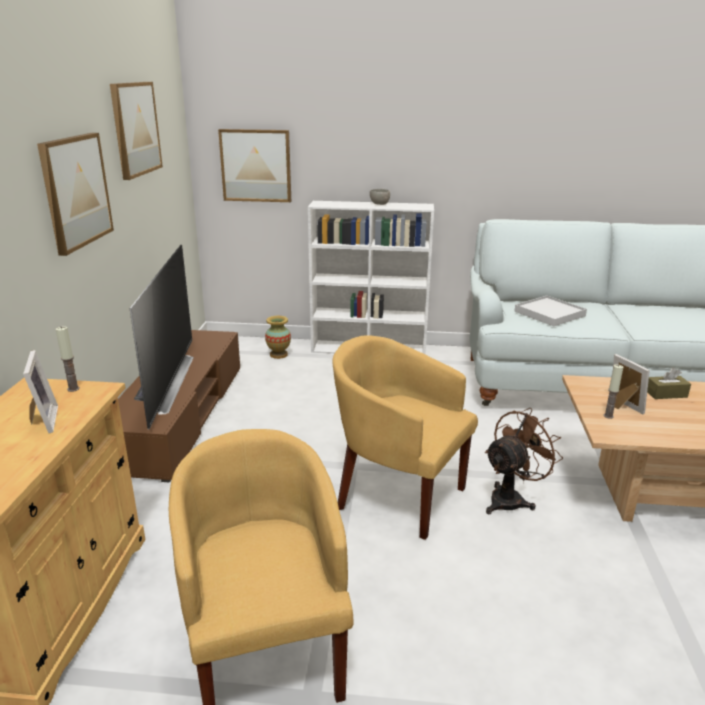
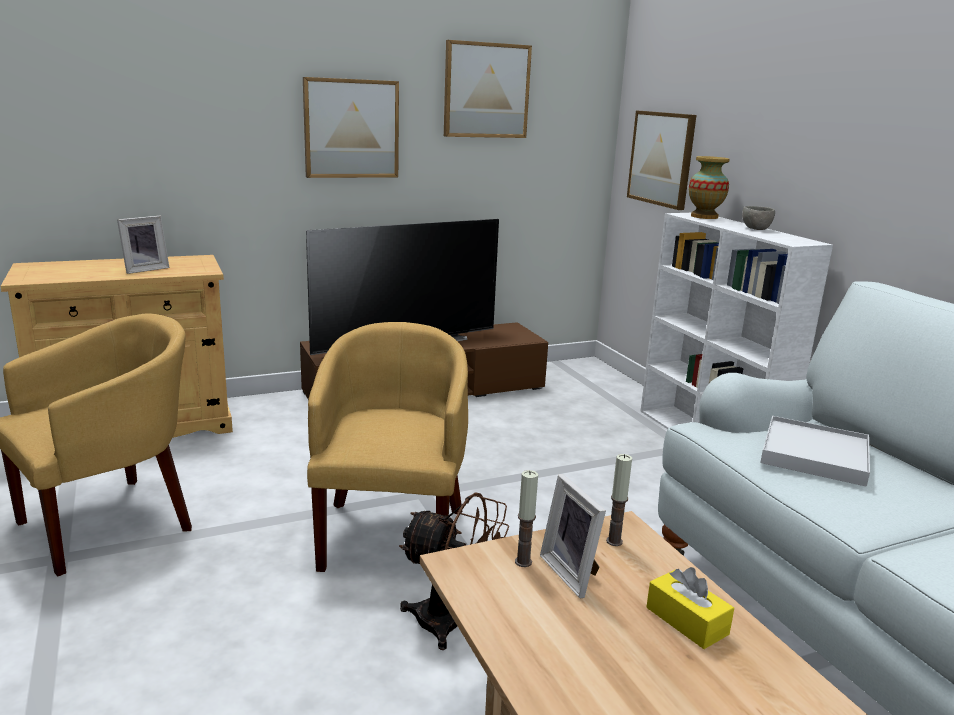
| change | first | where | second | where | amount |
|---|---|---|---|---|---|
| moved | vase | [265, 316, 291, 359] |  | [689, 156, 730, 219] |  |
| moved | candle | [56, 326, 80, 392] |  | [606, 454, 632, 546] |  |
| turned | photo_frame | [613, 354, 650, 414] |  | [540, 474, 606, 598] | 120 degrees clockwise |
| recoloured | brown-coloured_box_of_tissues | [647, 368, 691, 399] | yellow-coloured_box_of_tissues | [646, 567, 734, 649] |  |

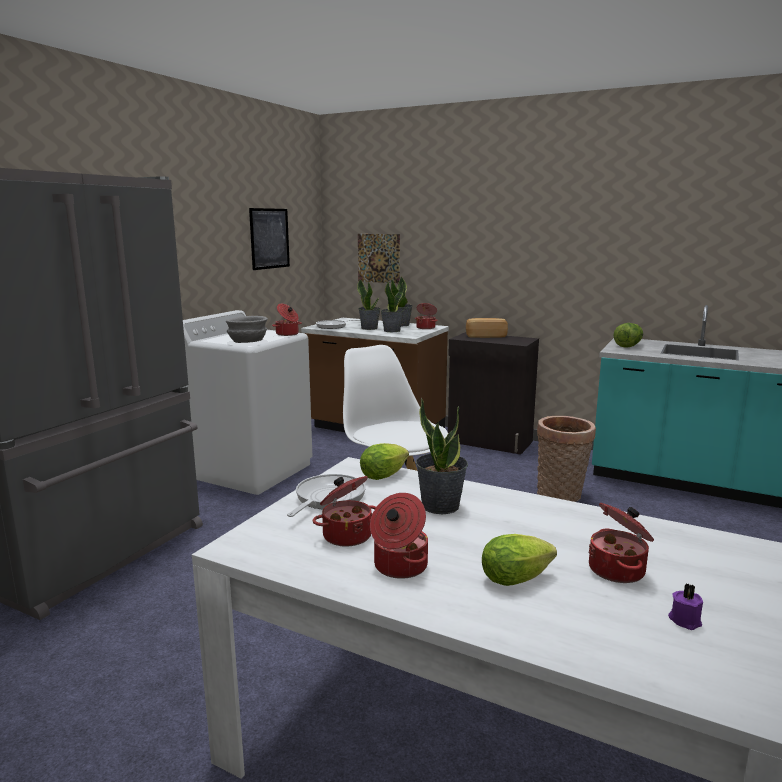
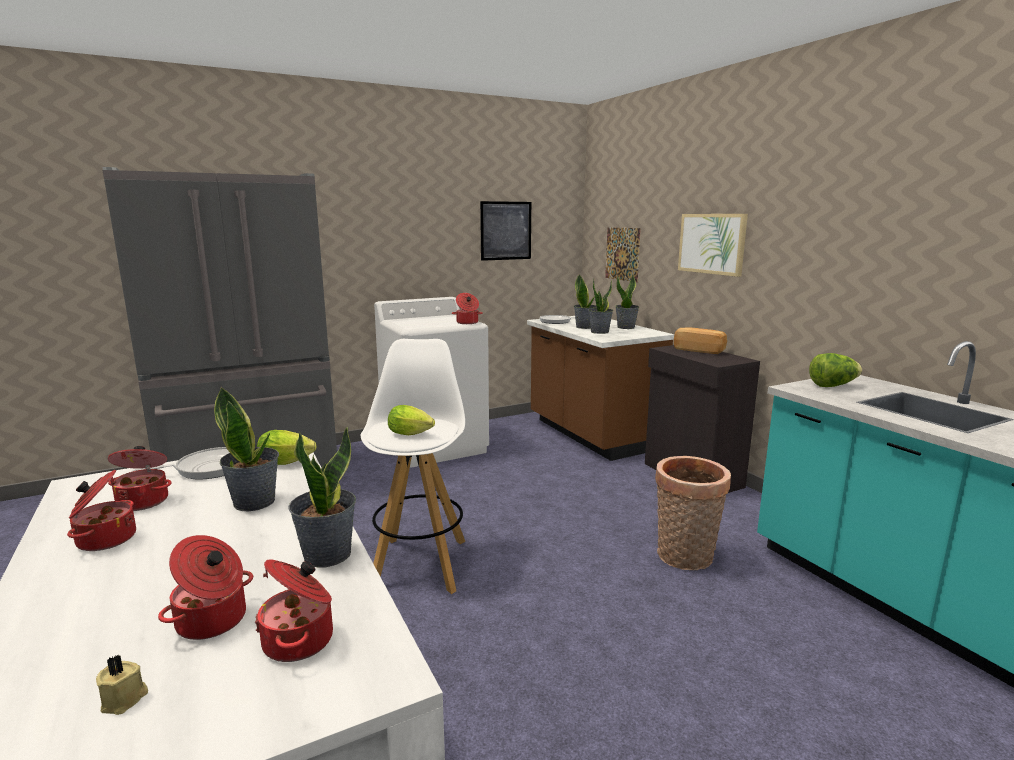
| change | first | where | second | where | amount |
|---|---|---|---|---|---|
| moved | stockpot | [415, 303, 438, 329] |  | [255, 559, 333, 662] |  |
| removed | greyish_serving_bowl | [226, 316, 268, 343] |  |  |  |
| moved | lettuce | [482, 534, 557, 586] |  | [388, 405, 435, 435] |  |
| recoloured | purple-coloured_candle | [668, 583, 703, 630] | sand-coloured_candle | [96, 655, 148, 715] |  |
| added |  |  | wall_art | [678, 214, 748, 277] |  |
| added |  |  | potted_plant | [288, 427, 356, 568] |  |

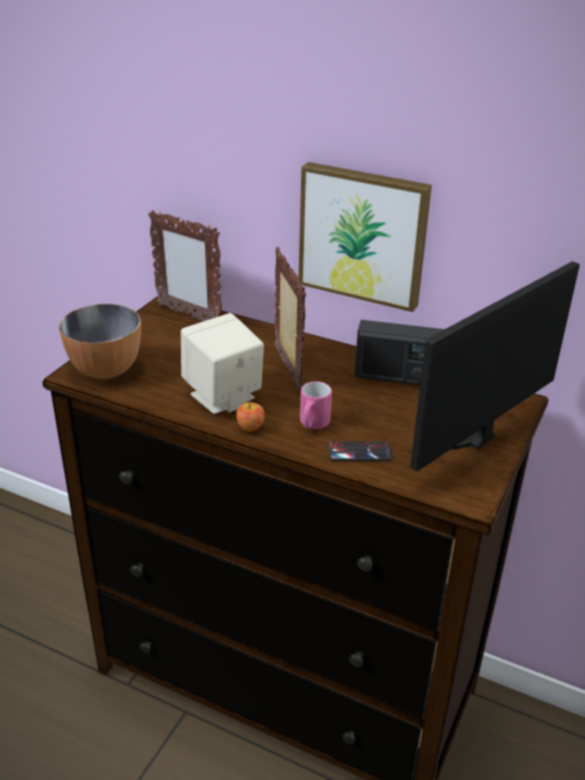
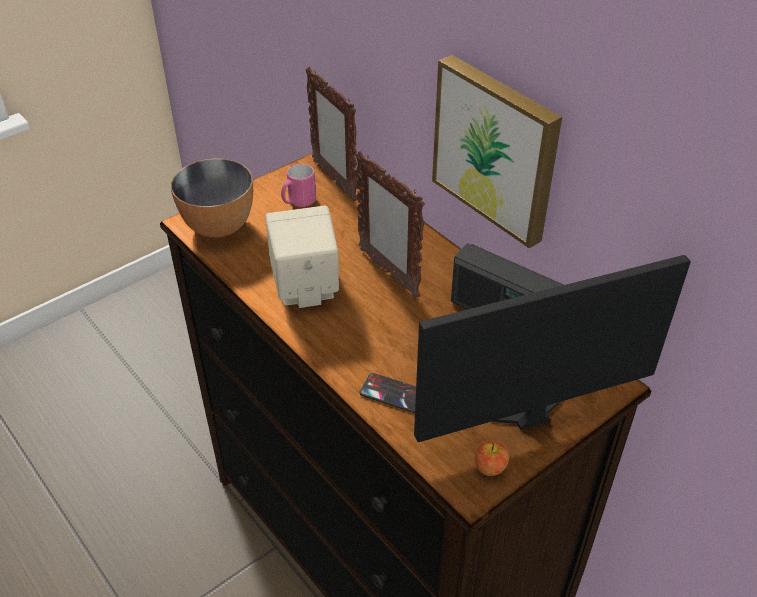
| change | first | where | second | where | amount |
|---|---|---|---|---|---|
| turned | photo_frame | [275, 247, 306, 391] |  | [355, 151, 425, 298] | 135 degrees clockwise |
| moved | pink-coloured_coffee_mug | [300, 381, 332, 429] |  | [281, 164, 316, 207] |  |
| moved | apple | [236, 400, 265, 431] |  | [475, 440, 509, 476] |  |

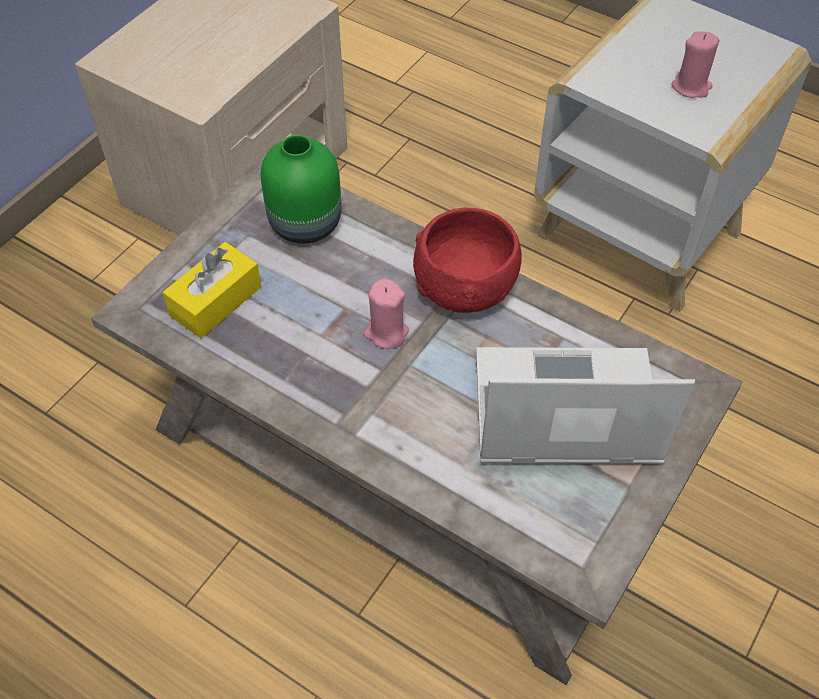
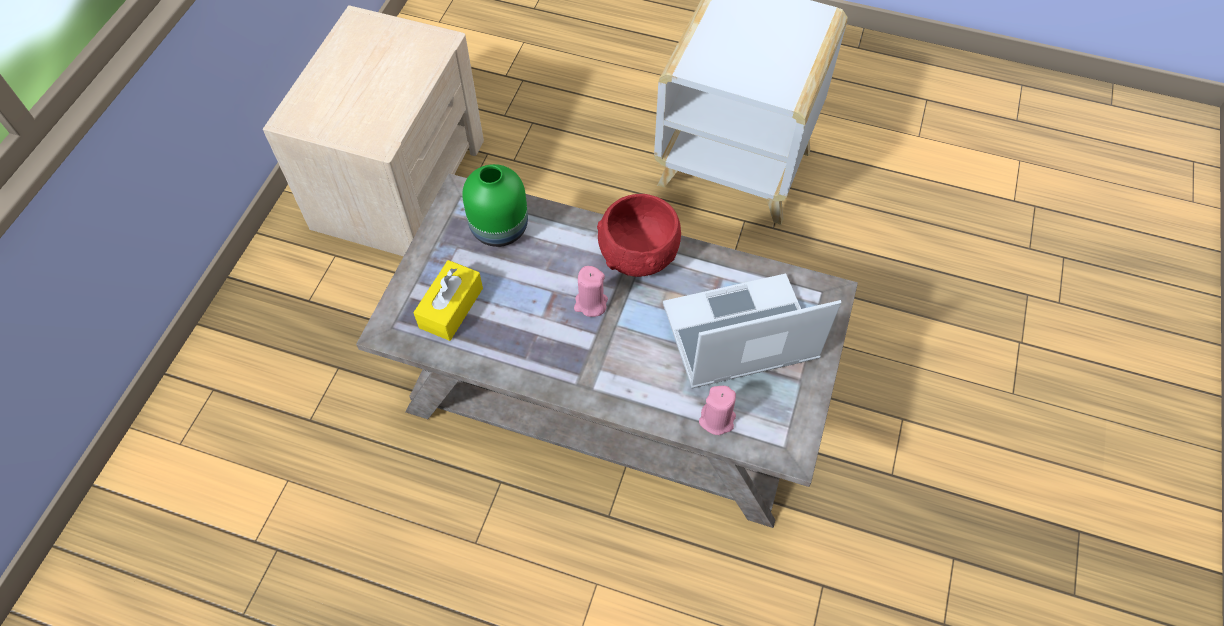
| change | first | where | second | where | amount |
|---|---|---|---|---|---|
| moved | pink-coloured_candle | [671, 32, 719, 98] |  | [699, 386, 736, 435] |  |

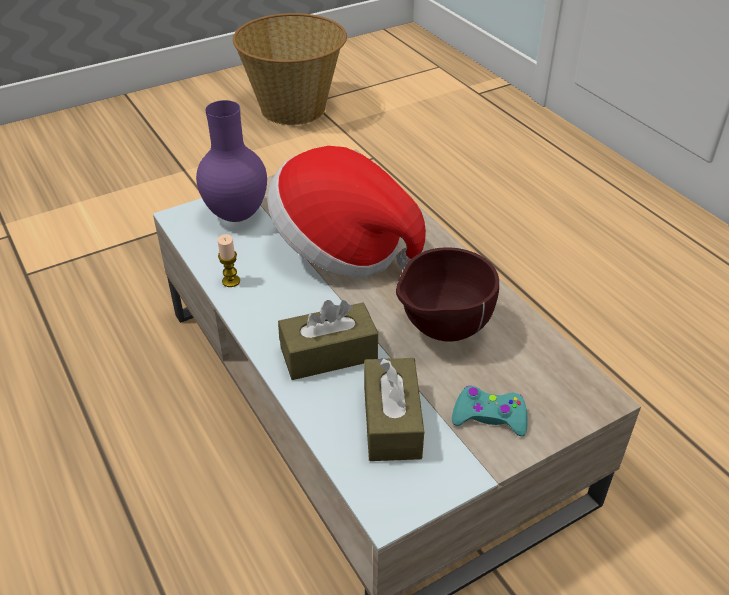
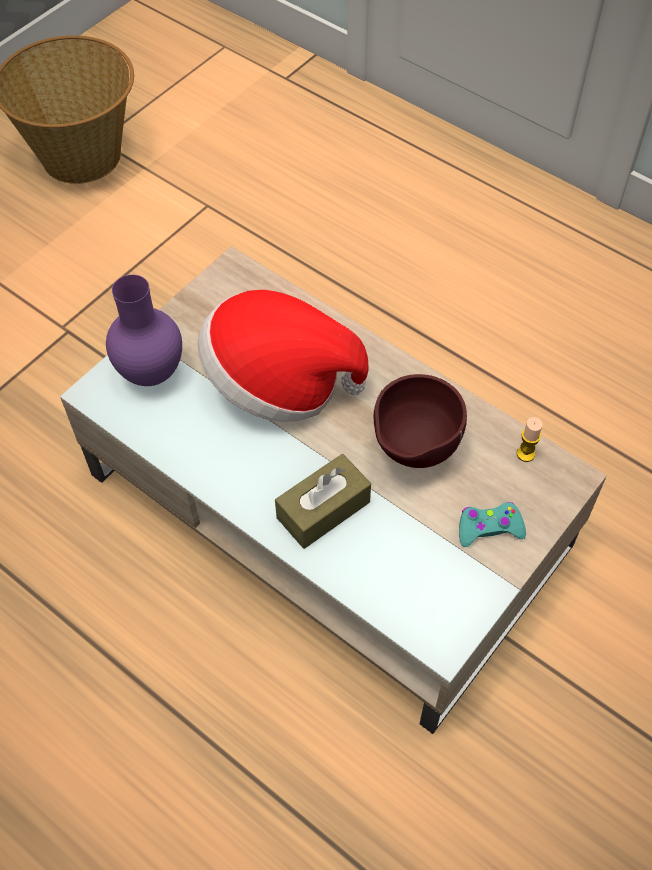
| change | first | where | second | where | amount |
|---|---|---|---|---|---|
| moved | candle | [217, 234, 240, 287] |  | [517, 417, 542, 462] |  |
| removed | brown-coloured_box_of_tissues | [364, 358, 424, 461] |  |  |  |

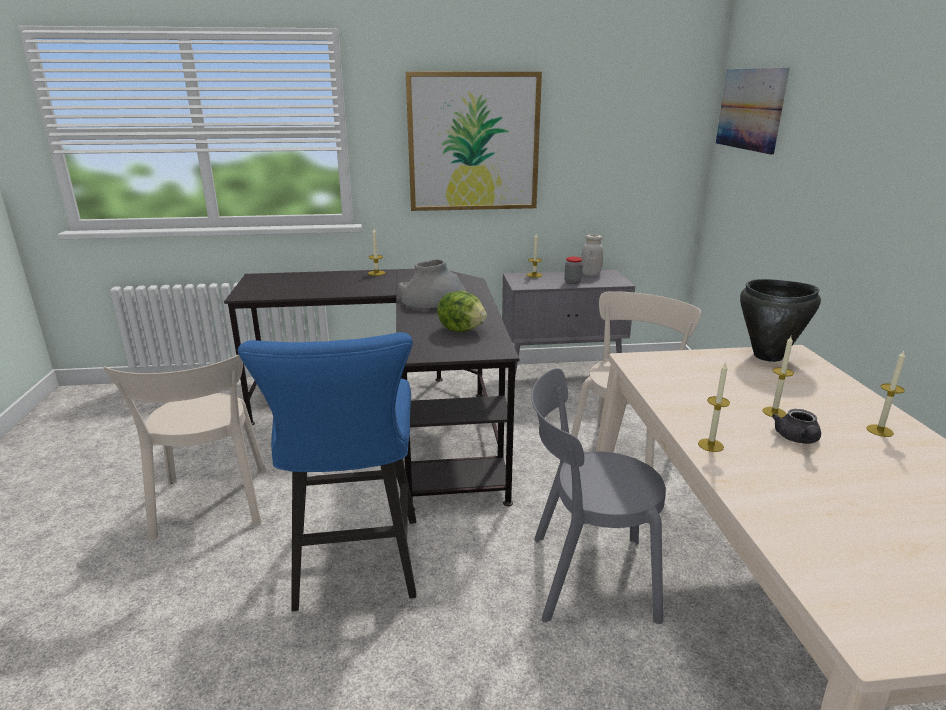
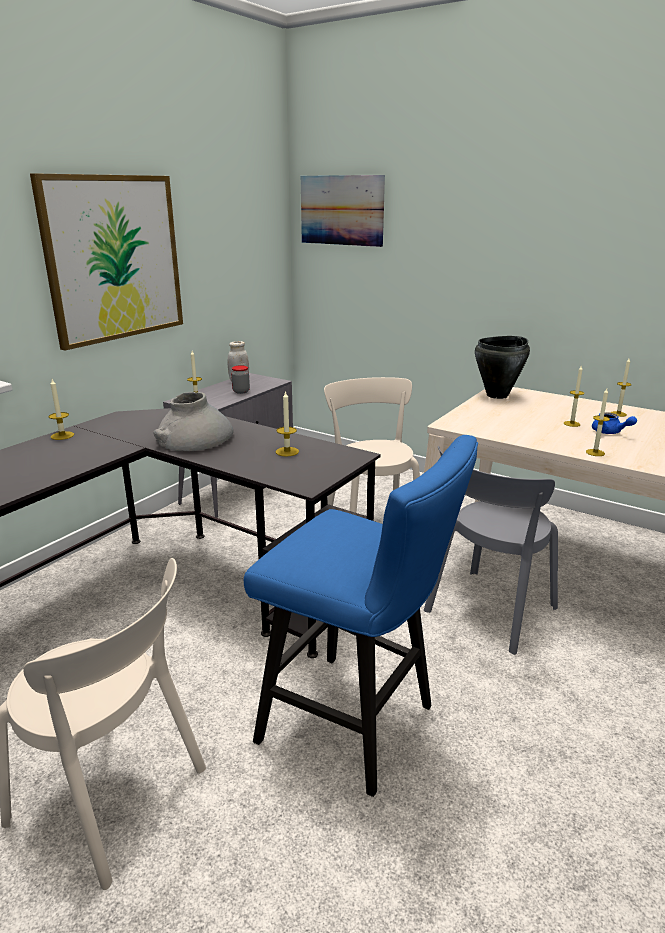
| change | first | where | second | where | amount |
|---|---|---|---|---|---|
| replaced | lettuce | [437, 291, 487, 332] | candle | [276, 391, 299, 456] |  |
| recoloured | greyish_pot_for_tea | [772, 409, 821, 444] | blue-coloured_pot_for_tea | [592, 412, 637, 434] |  |

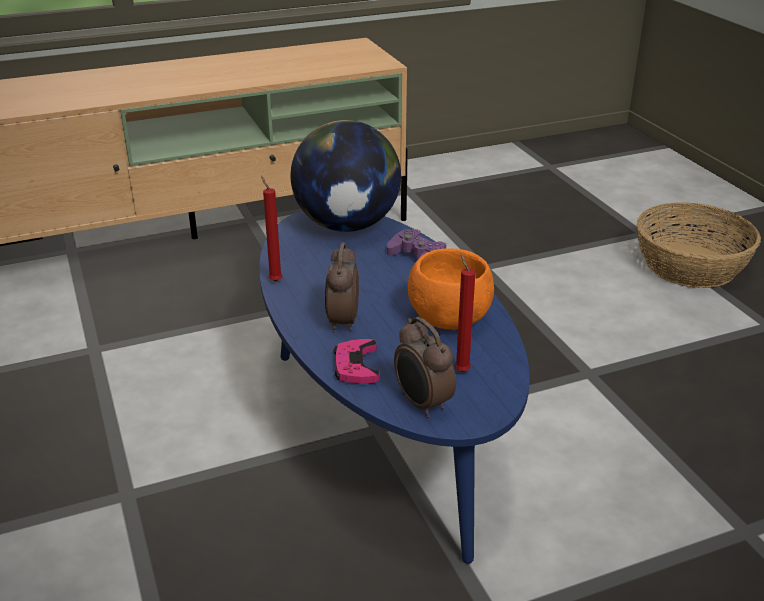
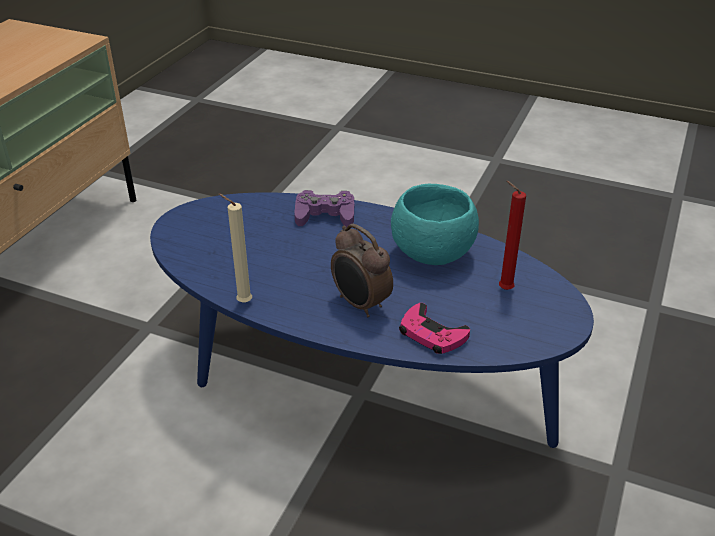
| change | first | where | second | where | amount |
|---|---|---|---|---|---|
| removed | globe | [291, 120, 401, 232] |  |  |  |
| recoloured | red-coloured_candle | [261, 176, 282, 282] | sand-coloured_candle | [219, 194, 252, 303] |  |
| removed | basket | [637, 202, 761, 288] |  |  |  |
| recoloured | orangey_serving_bowl | [408, 249, 494, 330] | blue-green_serving_bowl | [391, 184, 479, 265] |  |
| removed | table_clock | [394, 317, 456, 418] |  |  |  |

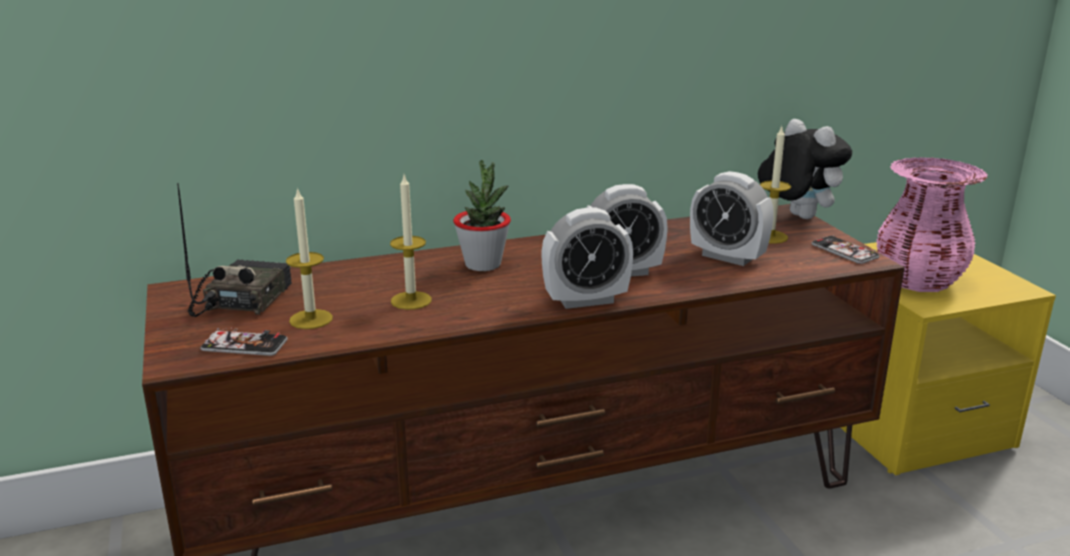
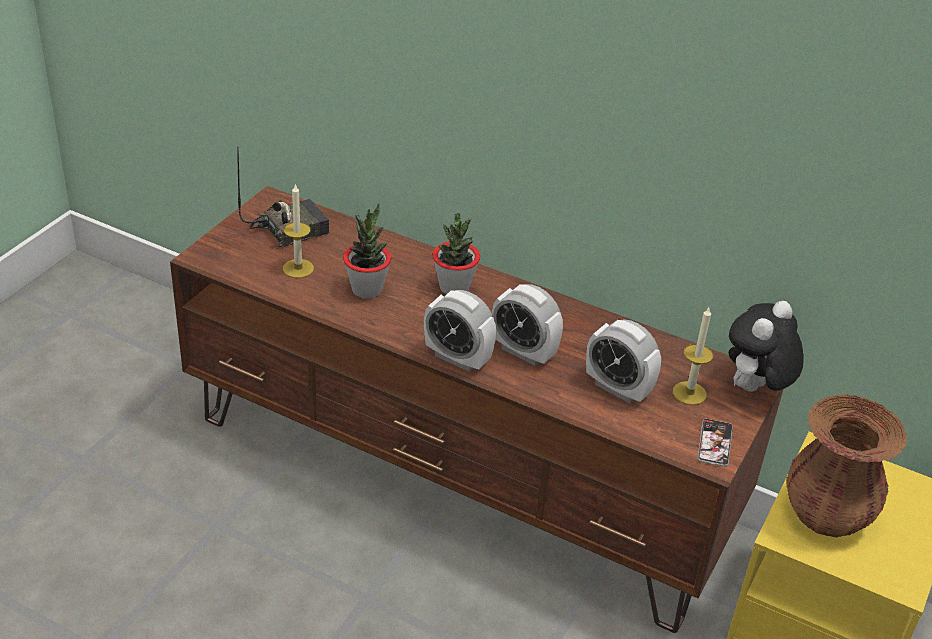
| change | first | where | second | where | amount |
|---|---|---|---|---|---|
| turned | soft_toy | [758, 119, 852, 219] |  | [729, 301, 804, 392] | 150 degrees counterclockwise |
| recoloured | pink-coloured_vase | [876, 157, 988, 292] | brown-coloured_vase | [786, 394, 907, 538] |  |
| turned | table_clock | [690, 171, 774, 266] |  | [586, 320, 661, 403] | 45 degrees counterclockwise |
| replaced | candle | [390, 175, 432, 310] | potted_plant | [343, 203, 391, 299] |  |
| removed | phone | [200, 328, 287, 356] |  |  |  |

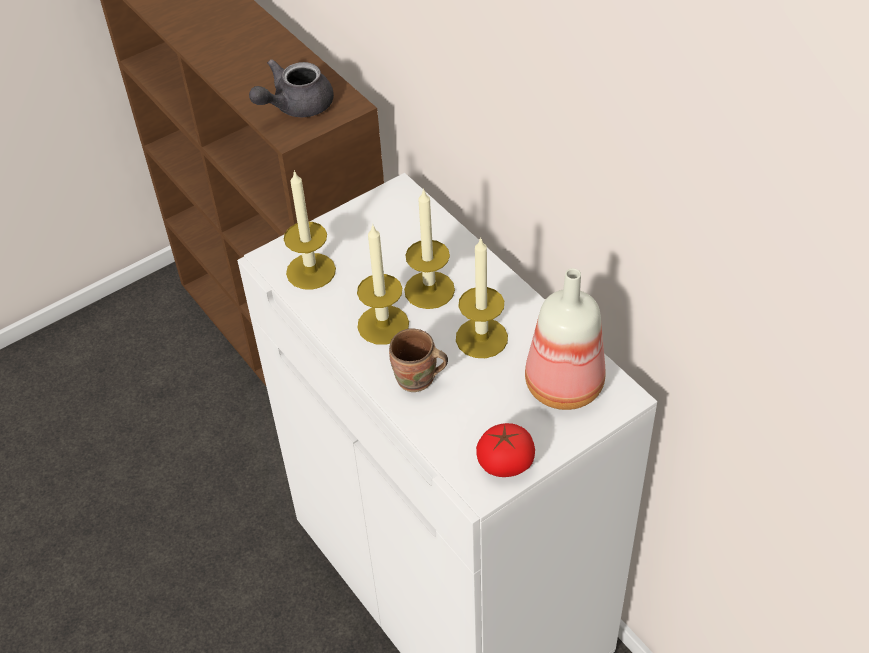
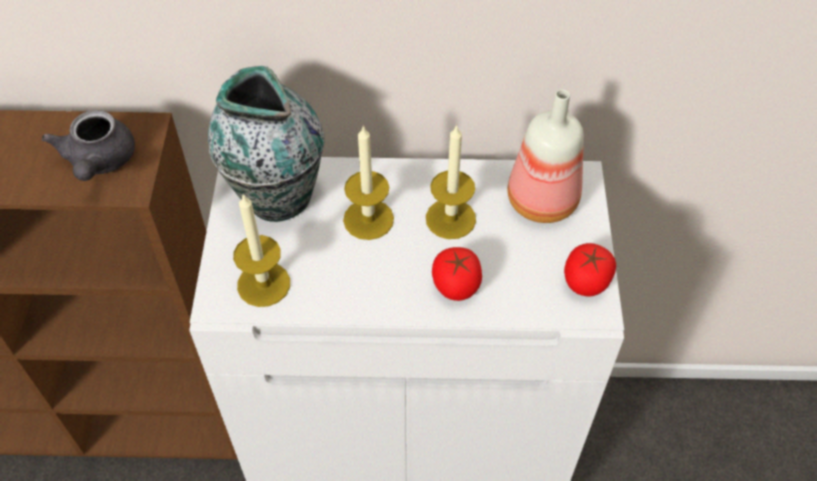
| change | first | where | second | where | amount |
|---|---|---|---|---|---|
| removed | candle | [357, 226, 409, 345] |  |  |  |
| replaced | brown-coloured_coffee_mug | [389, 328, 448, 392] | fresh_tomato | [432, 247, 482, 301] |  |
| added |  |  | vase | [208, 66, 325, 222] |  |

